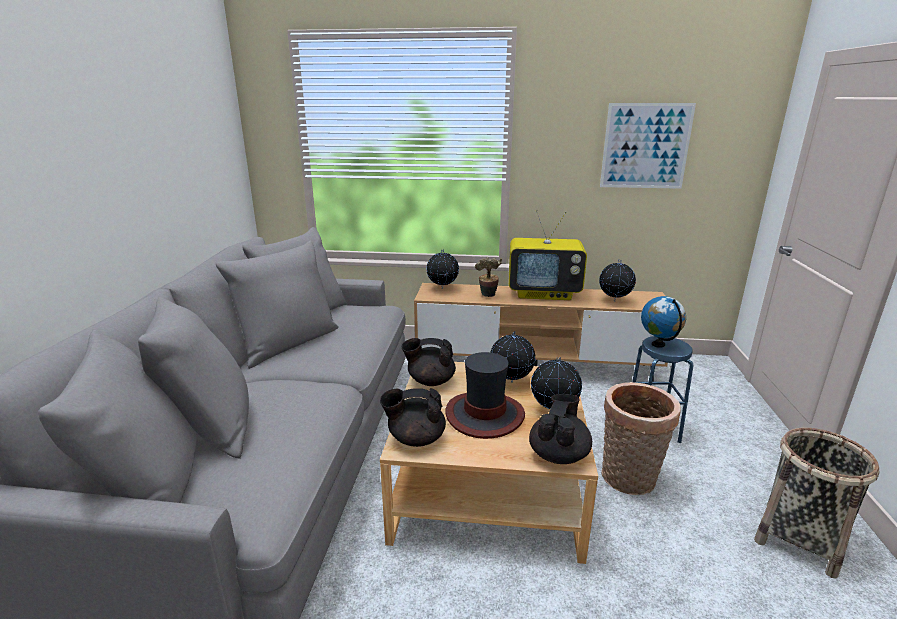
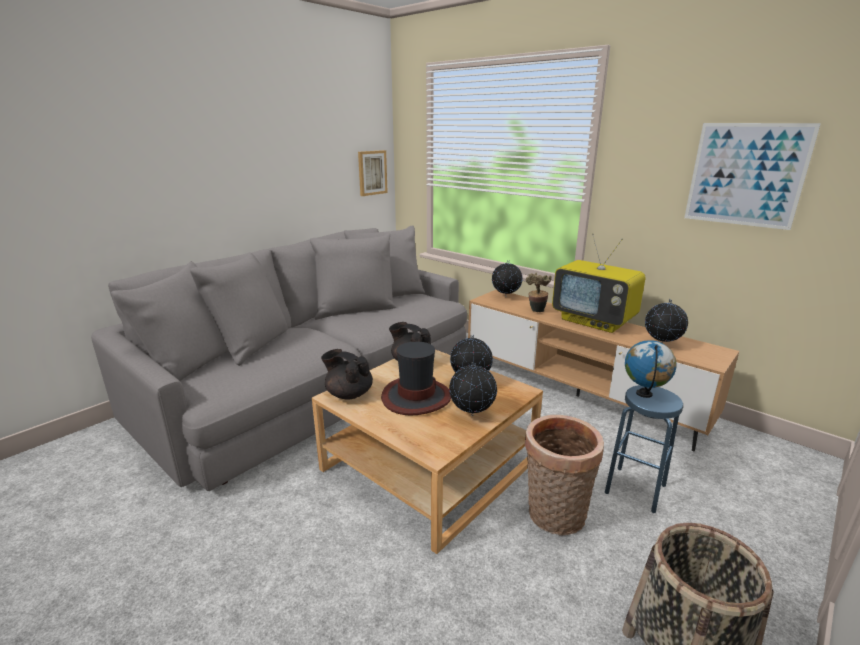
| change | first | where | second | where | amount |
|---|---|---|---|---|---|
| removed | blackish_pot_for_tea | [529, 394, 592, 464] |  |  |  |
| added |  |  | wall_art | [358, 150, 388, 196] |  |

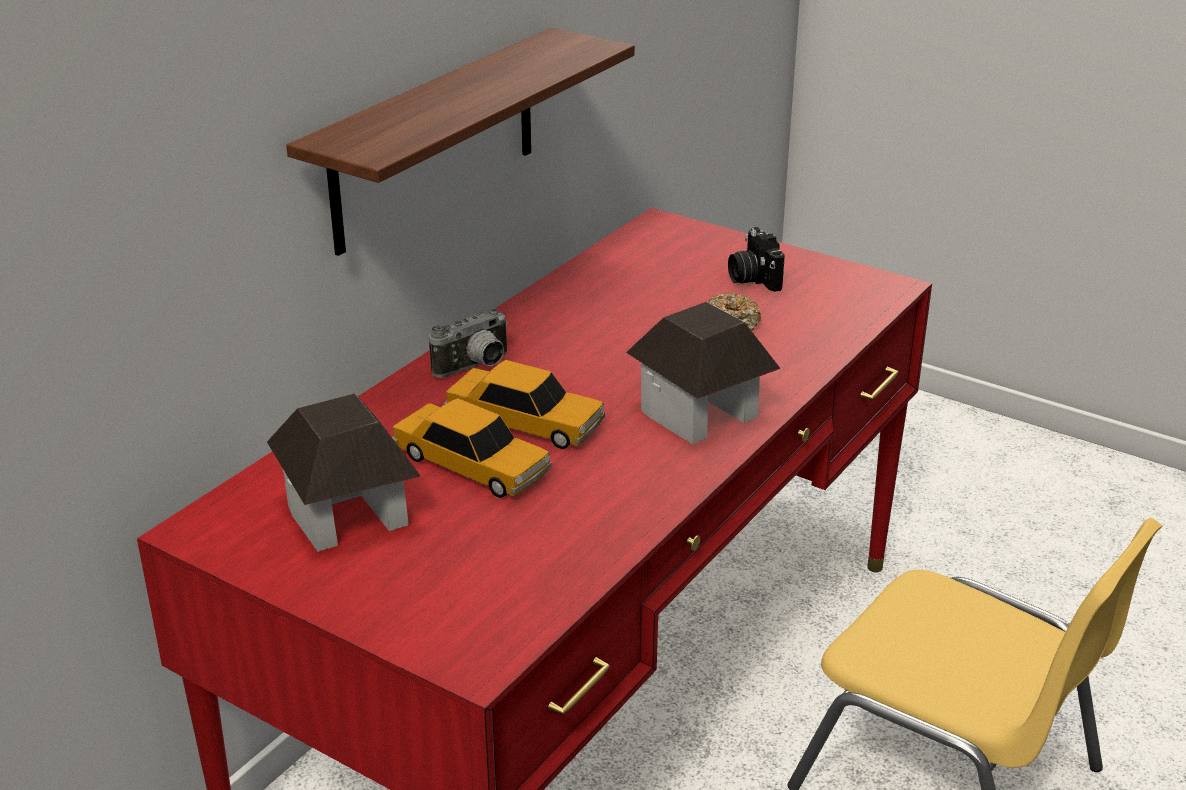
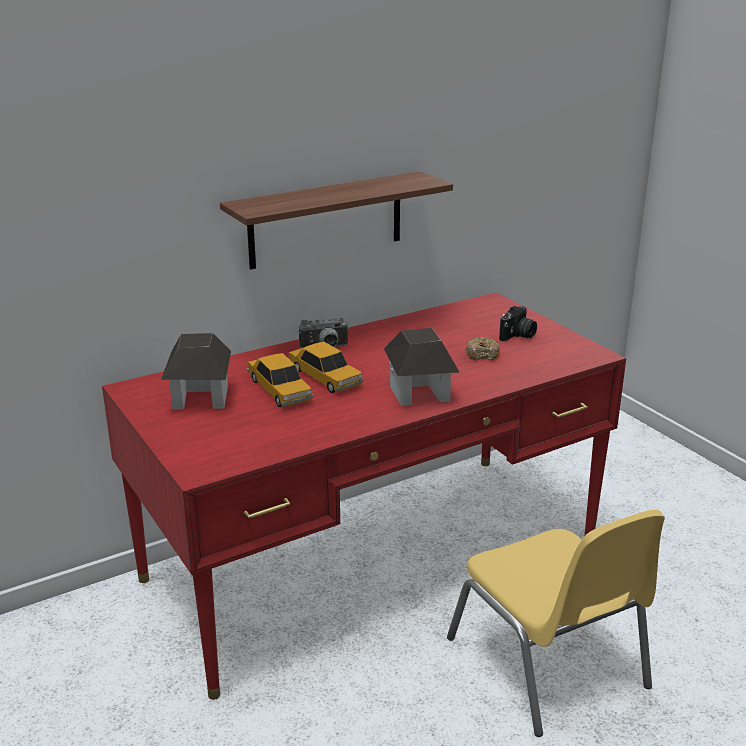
| change | first | where | second | where | amount |
|---|---|---|---|---|---|
| turned | photo_camera | [728, 227, 785, 292] |  | [499, 306, 537, 341] | 150 degrees counterclockwise |

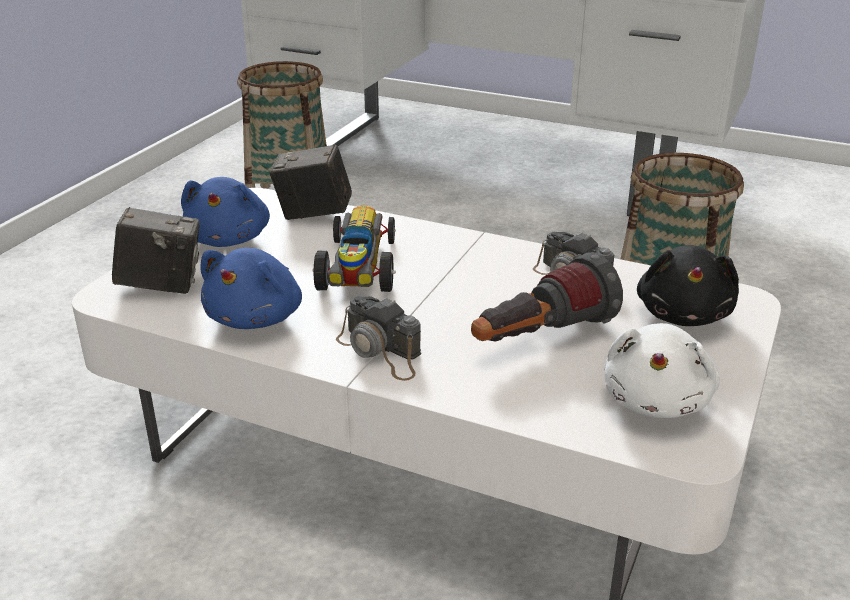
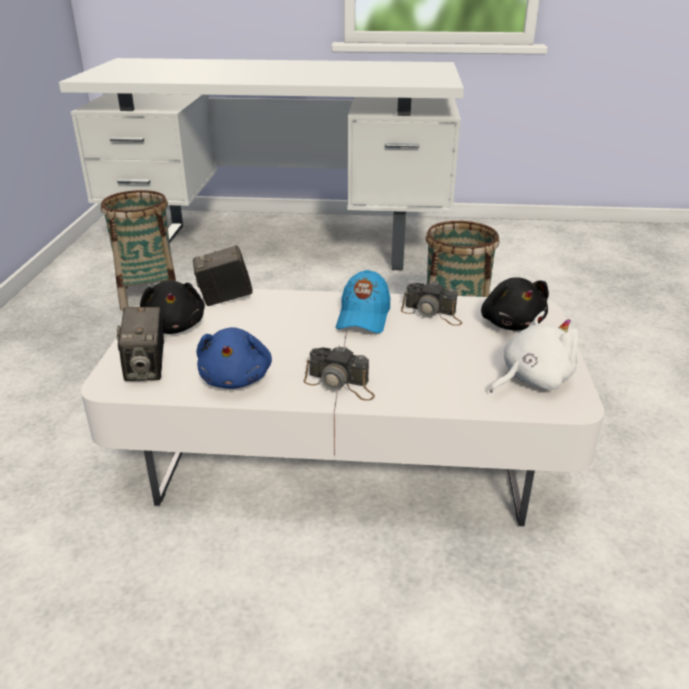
| change | first | where | second | where | amount |
|---|---|---|---|---|---|
| recoloured | blue-coloured_soft_toy | [181, 177, 270, 247] | blackish_soft_toy | [140, 280, 205, 334] |  |
| removed | miniature_car | [313, 205, 396, 292] |  |  |  |
| turned | photo_camera | [112, 207, 200, 294] |  | [117, 307, 164, 381] | 105 degrees clockwise |
| removed | hand_torch | [471, 252, 623, 341] |  |  |  |
| turned | white_soft_toy | [604, 323, 720, 418] |  | [490, 311, 578, 393] | 120 degrees counterclockwise |
| added |  |  | blue-coloured_baseball_cap | [336, 270, 390, 333] |  |

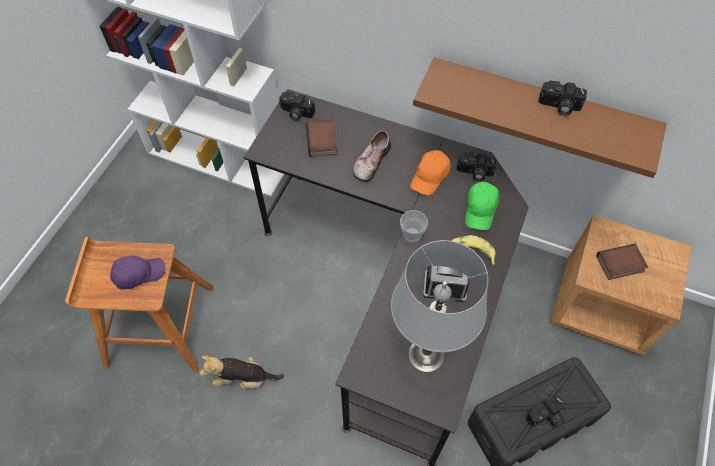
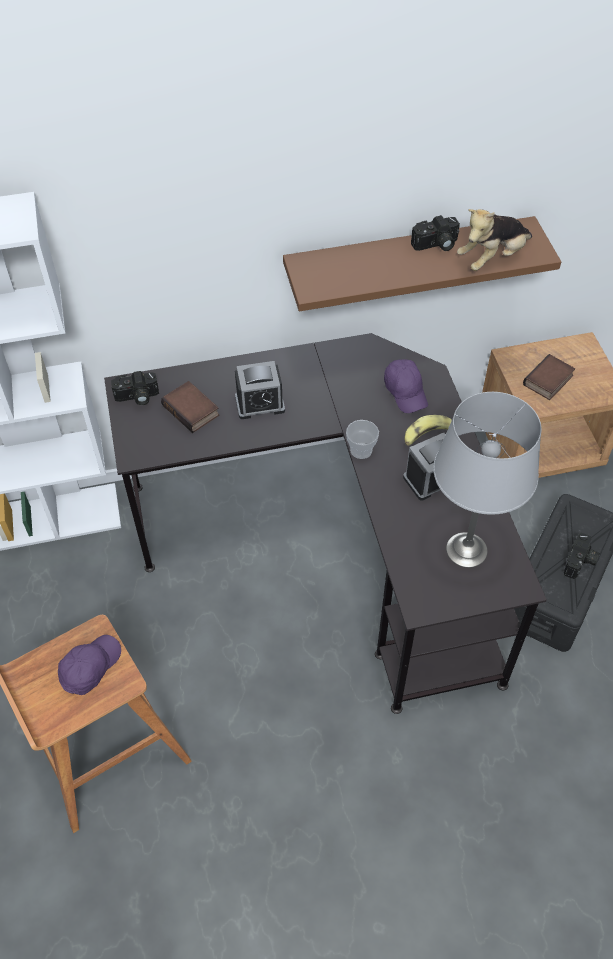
| change | first | where | second | where | amount |
|---|---|---|---|---|---|
| replaced | shoe | [353, 130, 391, 182] | table_clock | [235, 361, 285, 419] |  |
| removed | orangey_baseball_cap | [410, 150, 451, 196] |  |  |  |
| removed | photo_camera | [457, 152, 497, 182] |  |  |  |
| recoloured | green_baseball_cap | [465, 182, 499, 230] | purple-coloured_baseball_cap | [384, 359, 428, 413] |  |
| moved | soft_toy | [199, 356, 284, 389] |  | [457, 209, 532, 271] |  |

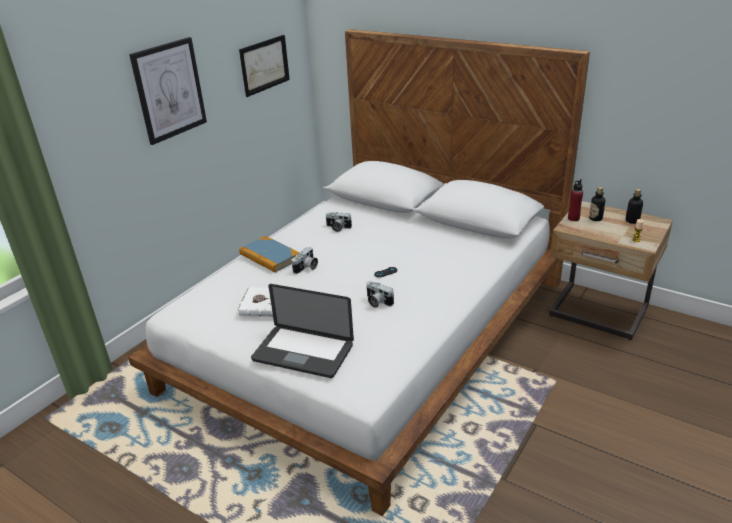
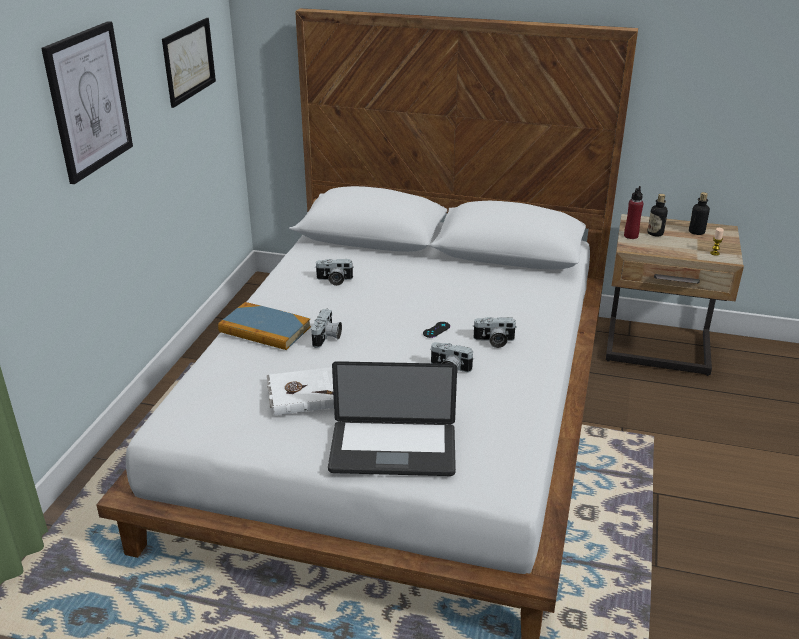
| change | first | where | second | where | amount |
|---|---|---|---|---|---|
| added |  |  | photo_camera | [472, 317, 517, 348] |  |

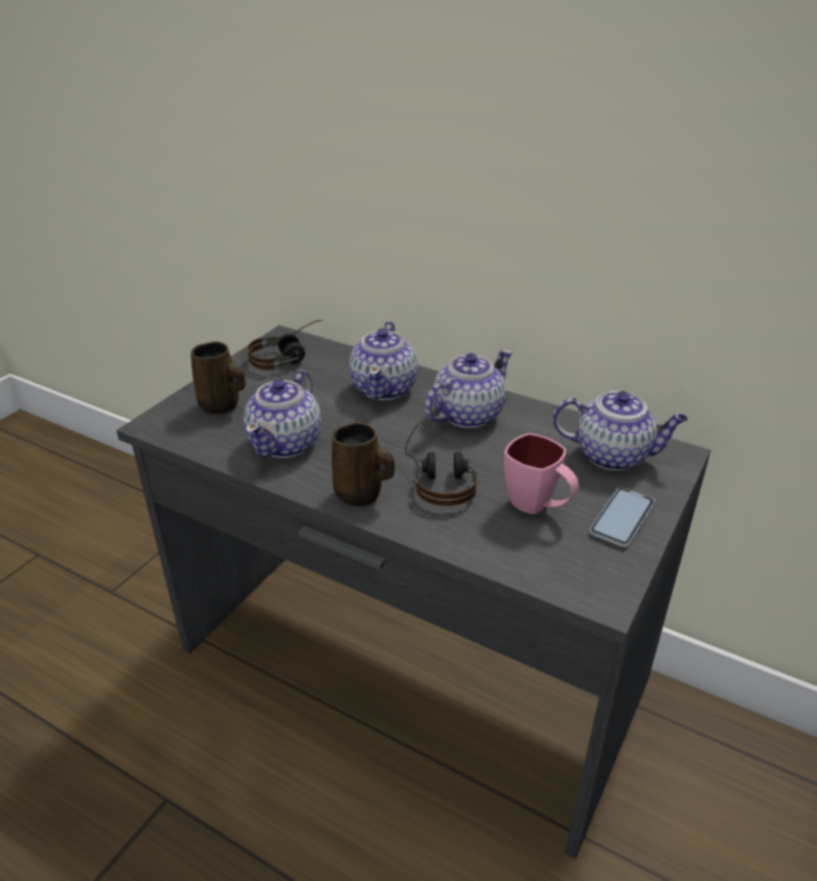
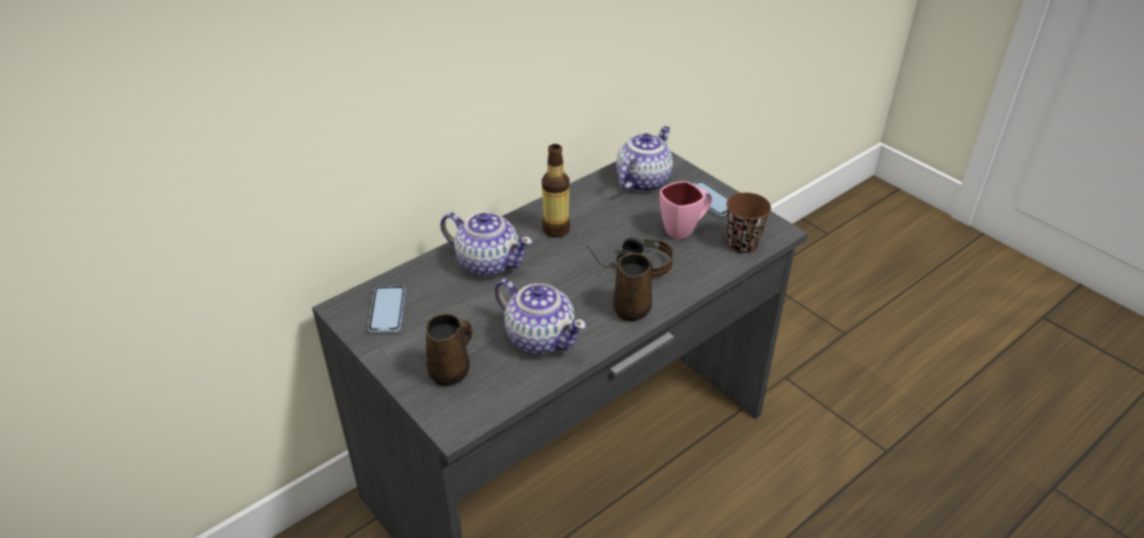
| change | first | where | second | where | amount |
|---|---|---|---|---|---|
| replaced | headphones | [247, 320, 323, 370] | phone | [368, 286, 406, 333] |  |
| replaced | pot_for_tea | [424, 349, 513, 428] | bottle | [542, 144, 570, 237] |  |
| added |  |  | brown-coloured_drinking_cup | [726, 193, 771, 253] |  |

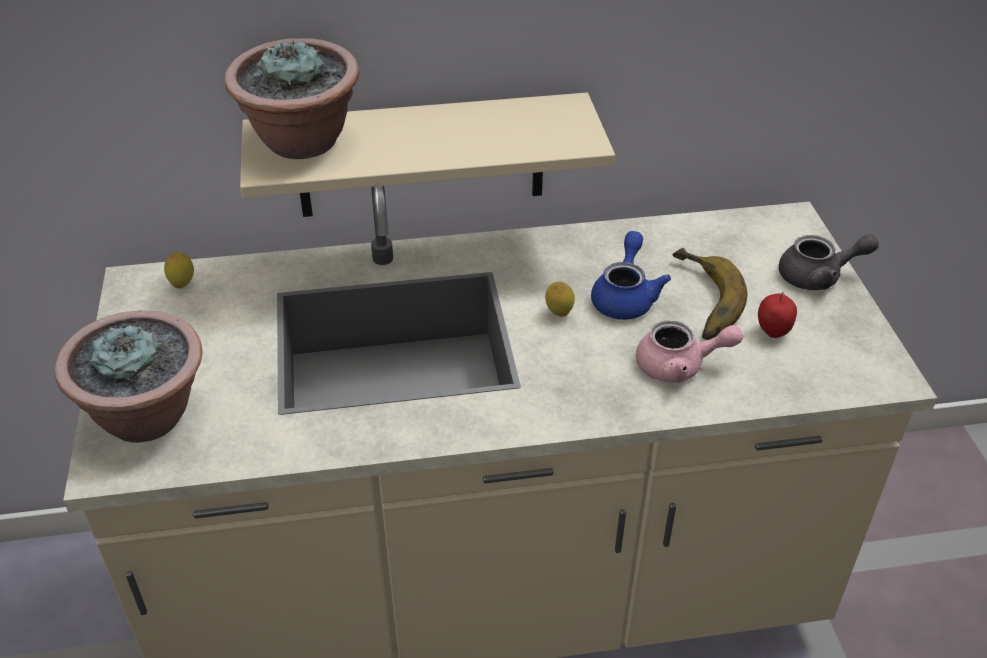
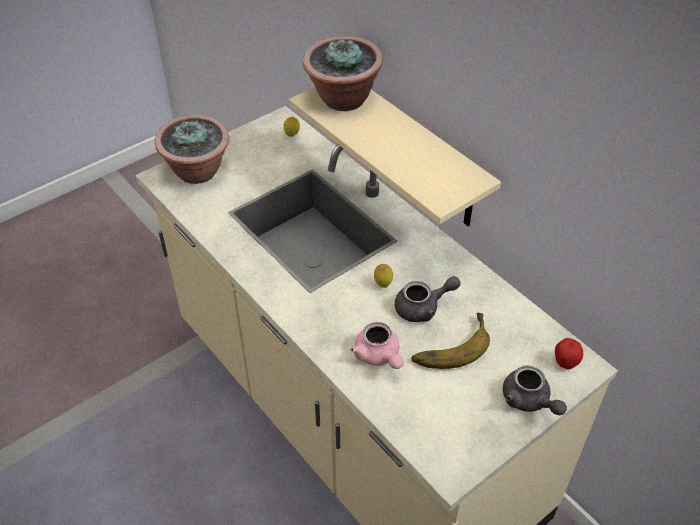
| change | first | where | second | where | amount |
|---|---|---|---|---|---|
| recoloured | blue-coloured_pot_for_tea | [591, 231, 671, 320] | greyish_pot_for_tea | [395, 276, 461, 322] |  |
| moved | apple | [758, 292, 797, 338] |  | [555, 338, 583, 369] |  |

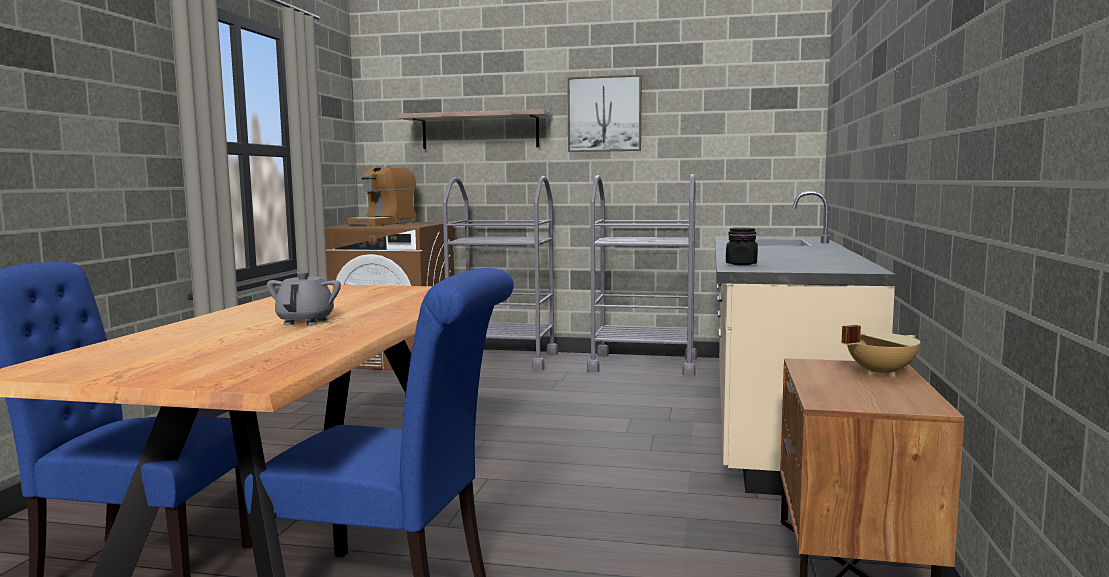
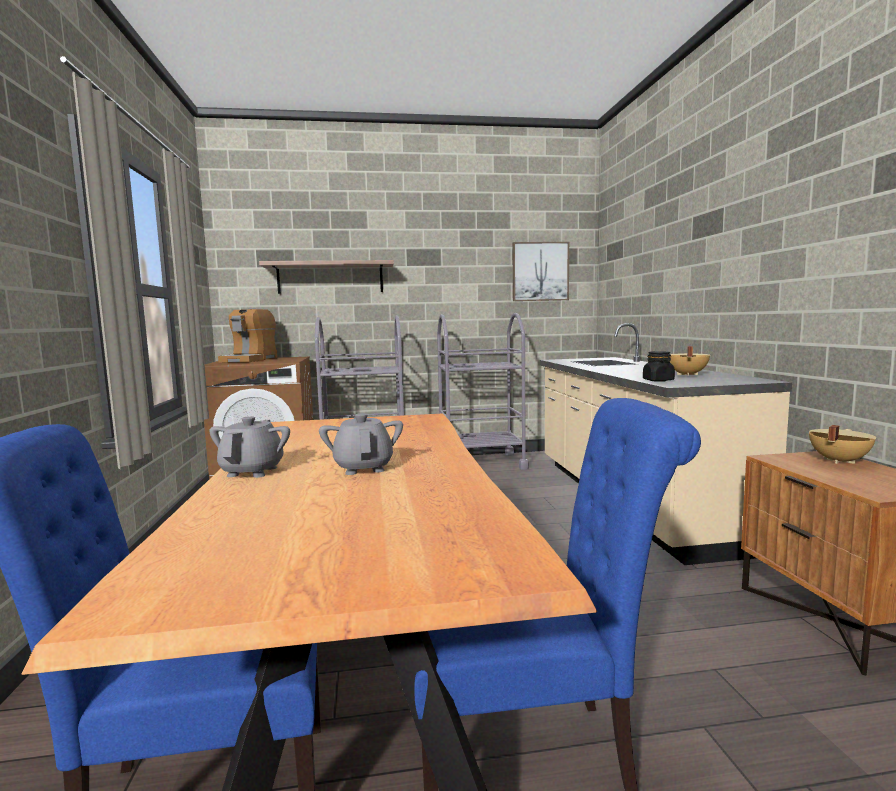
| change | first | where | second | where | amount |
|---|---|---|---|---|---|
| moved | wall_art | [567, 75, 641, 152] |  | [513, 242, 569, 301] |  |
| added |  |  | sand-coloured_stockpot | [670, 346, 710, 376] |  |
| added |  |  | greyish_pot_for_tea | [209, 416, 290, 478] |  |

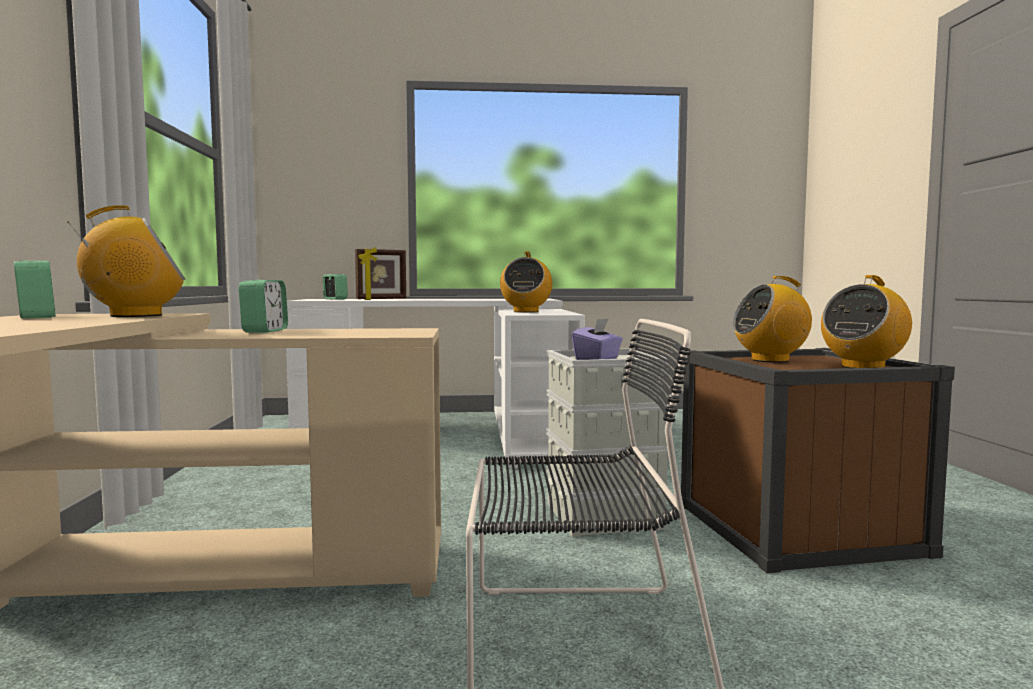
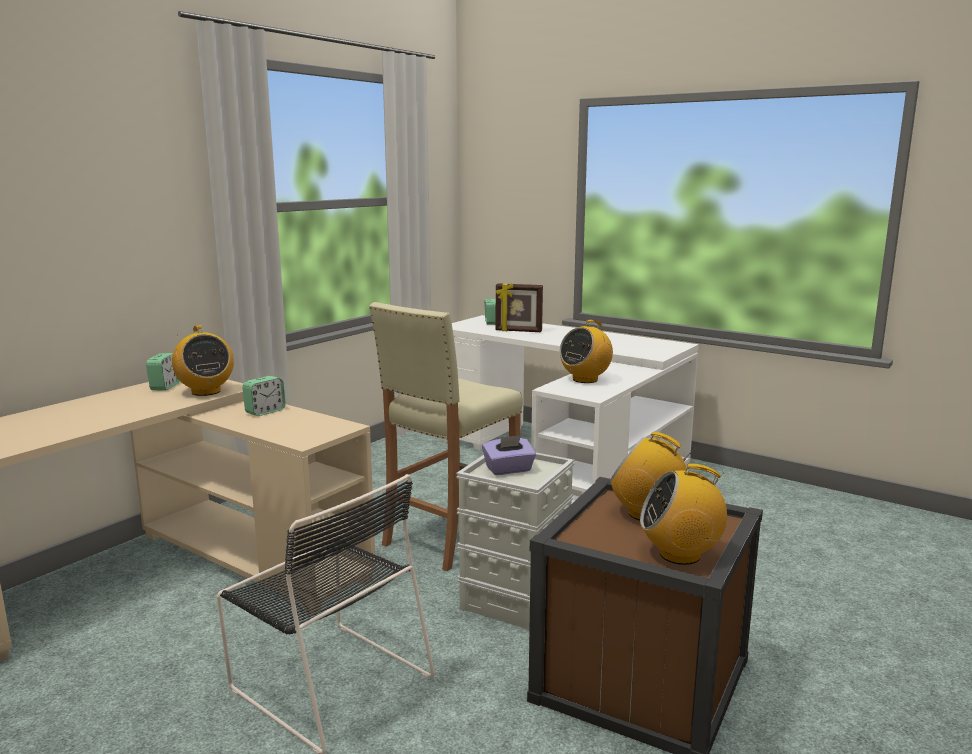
| change | first | where | second | where | amount |
|---|---|---|---|---|---|
| turned | radio_set | [67, 205, 185, 317] |  | [172, 325, 234, 396] | 45 degrees clockwise |
| added |  |  | sand-coloured_stool | [369, 302, 523, 571] |  |

